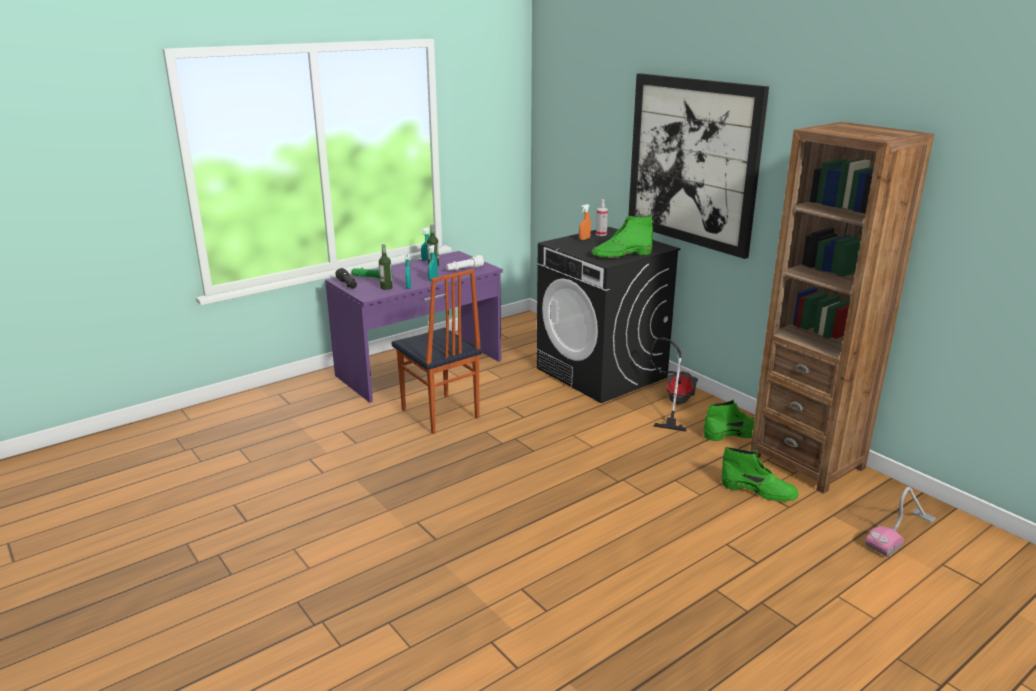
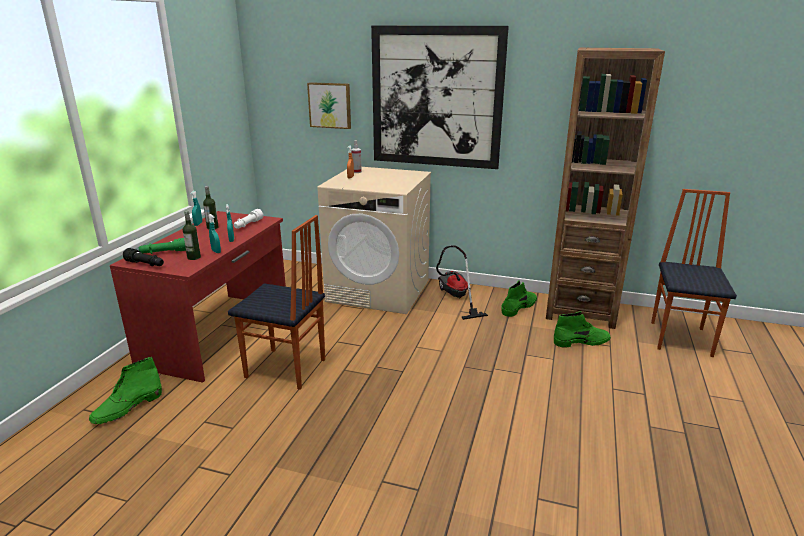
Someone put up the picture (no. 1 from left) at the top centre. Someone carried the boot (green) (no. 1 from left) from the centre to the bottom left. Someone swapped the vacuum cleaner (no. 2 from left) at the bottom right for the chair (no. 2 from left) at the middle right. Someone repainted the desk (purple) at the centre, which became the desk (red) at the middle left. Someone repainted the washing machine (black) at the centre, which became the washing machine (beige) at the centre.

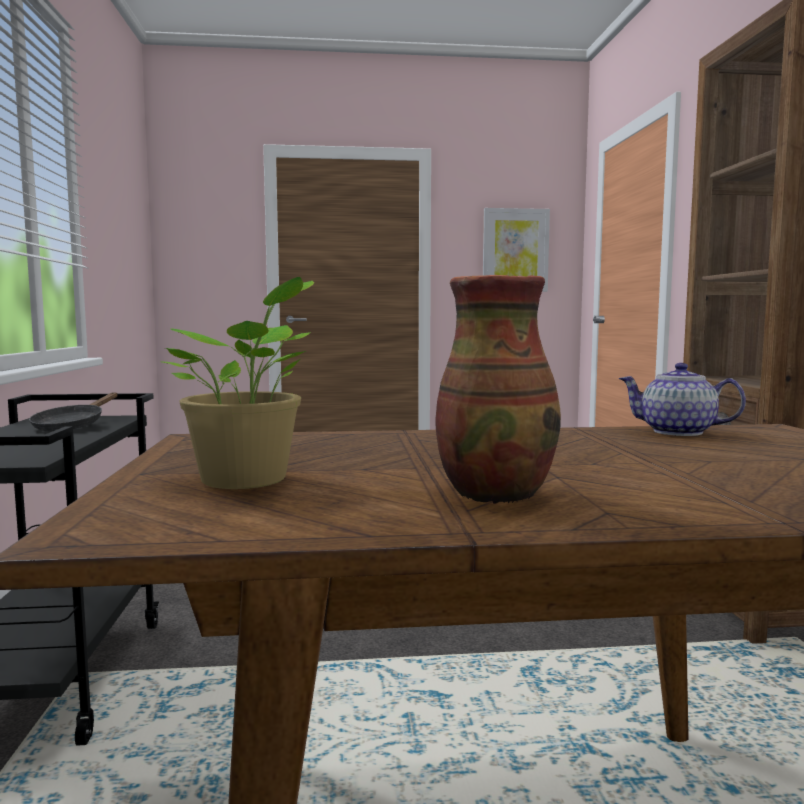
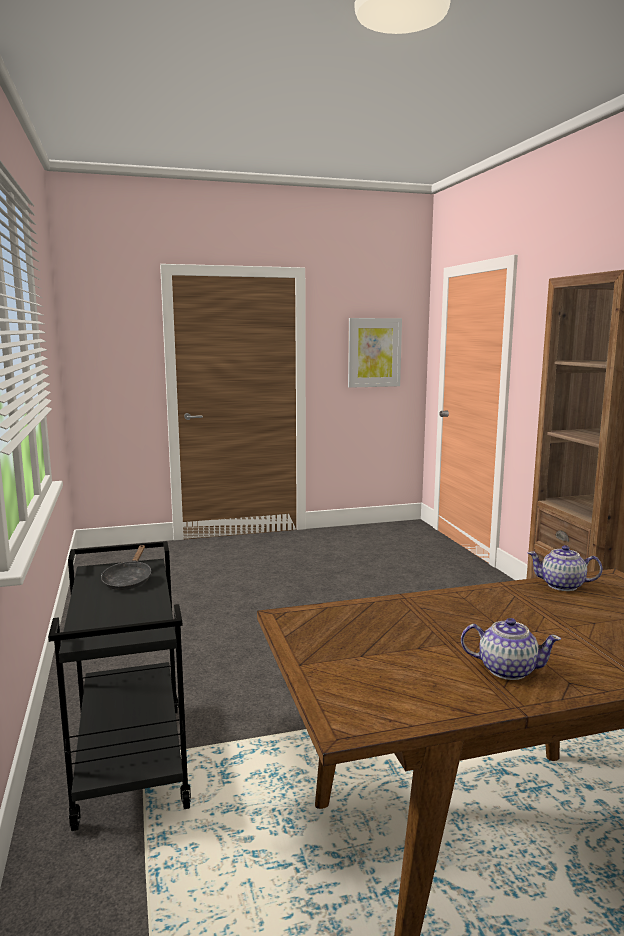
Someone took away the potted plant at the middle left. Someone swapped the vase at the centre for the teapot (no. 1 from left) at the bottom right.

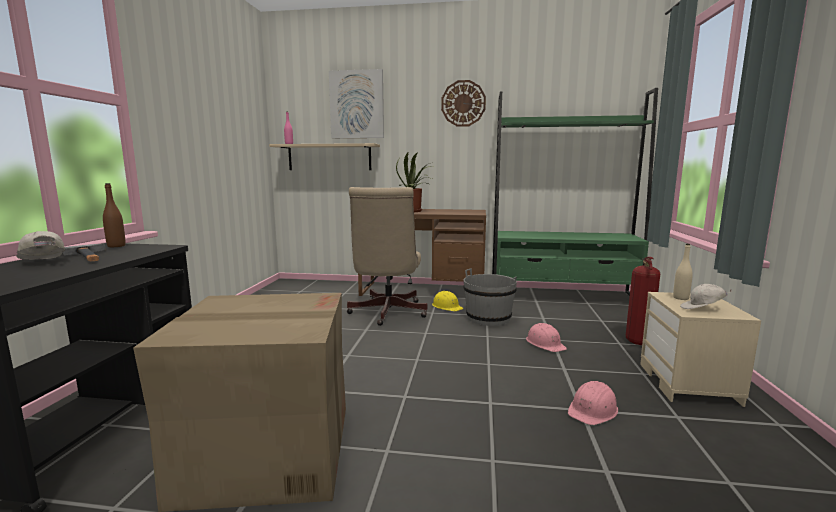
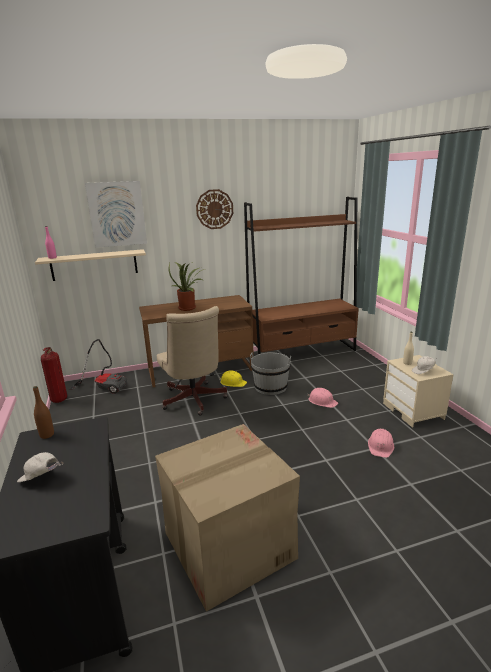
Someone took away the hammer at the middle left. Someone put down the vacuum cleaner at the middle left. Someone carried the fire extinguisher from the middle right to the middle left. Someone repainted the bookcase (green) at the middle right, which became the bookcase (brown) at the centre.

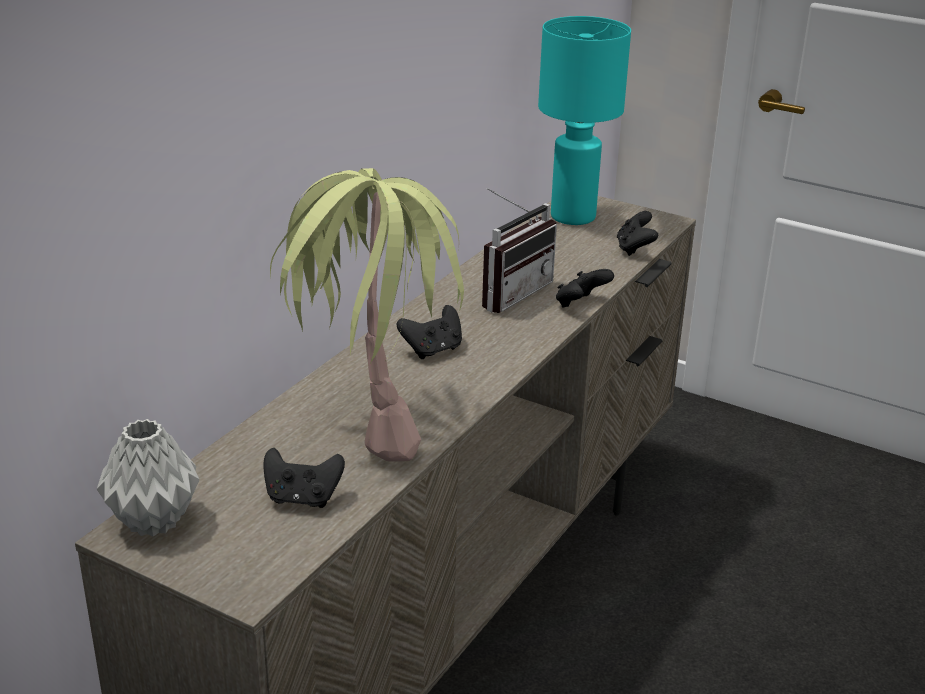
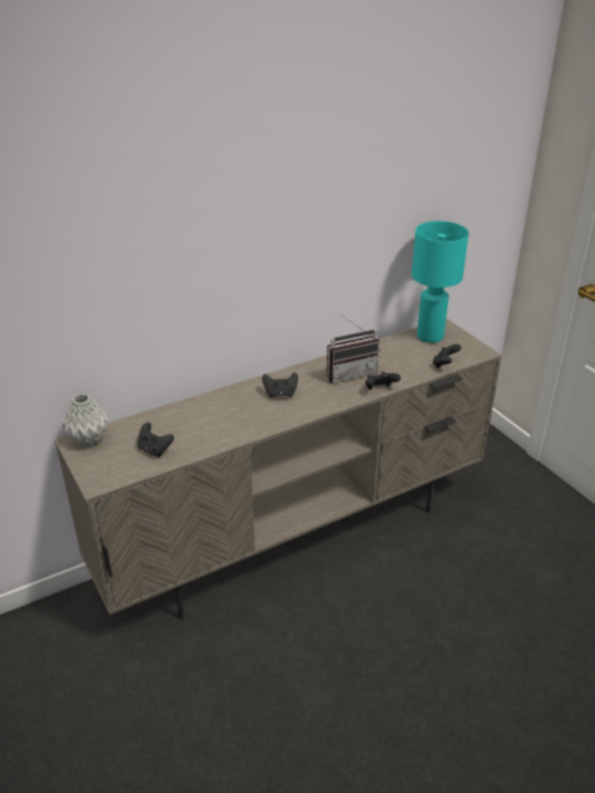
Someone took away the potted plant at the centre.

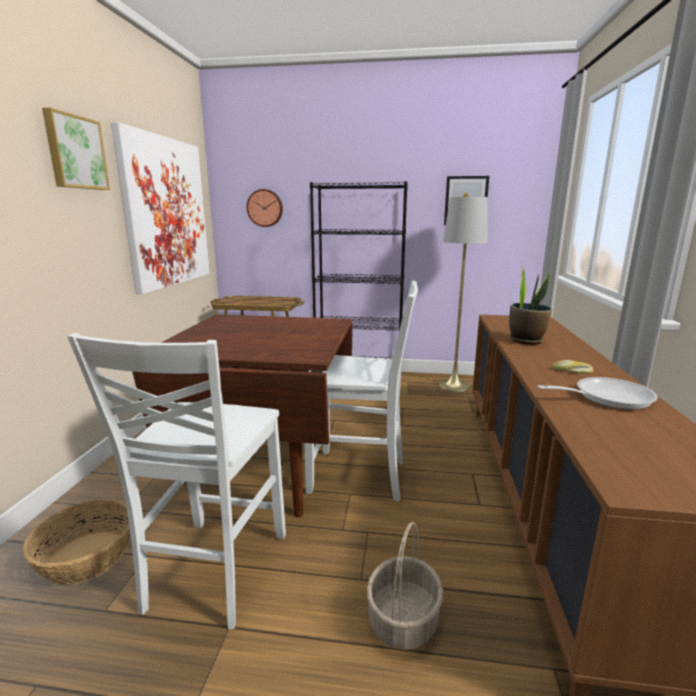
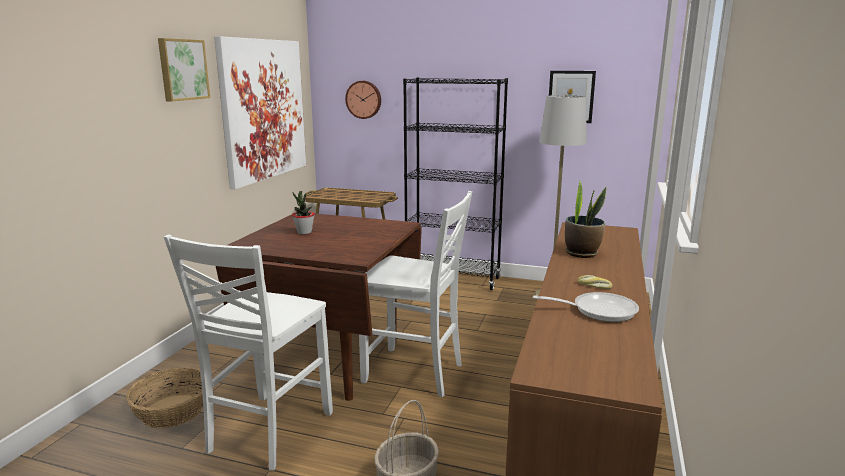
Someone put down the potted plant (no. 1 from left) at the centre.

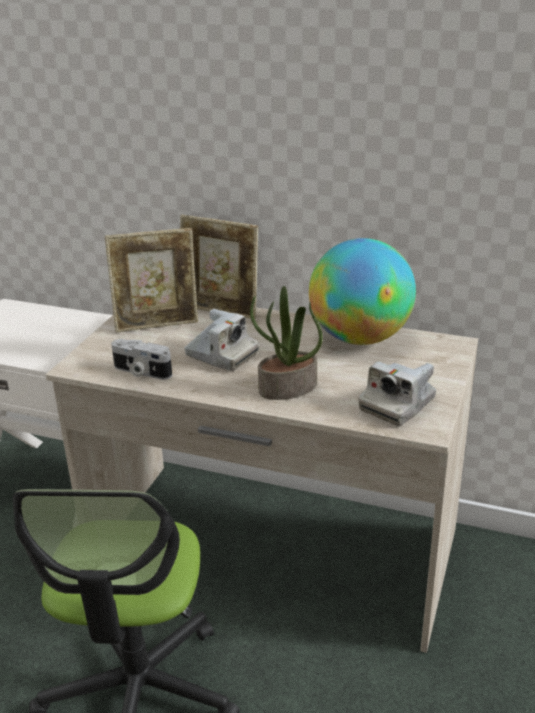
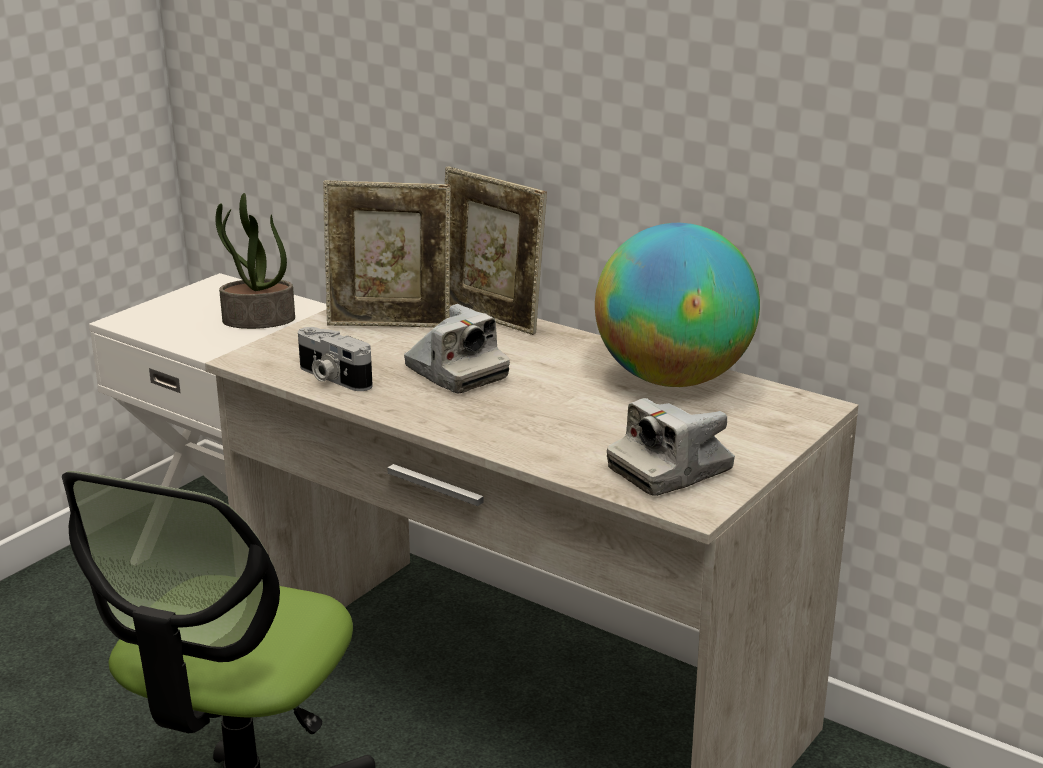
Someone carried the potted plant from the centre to the middle left.

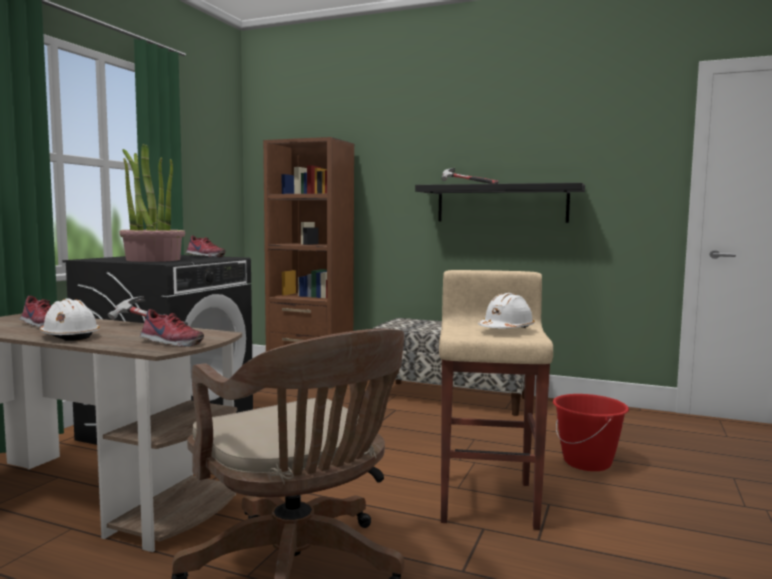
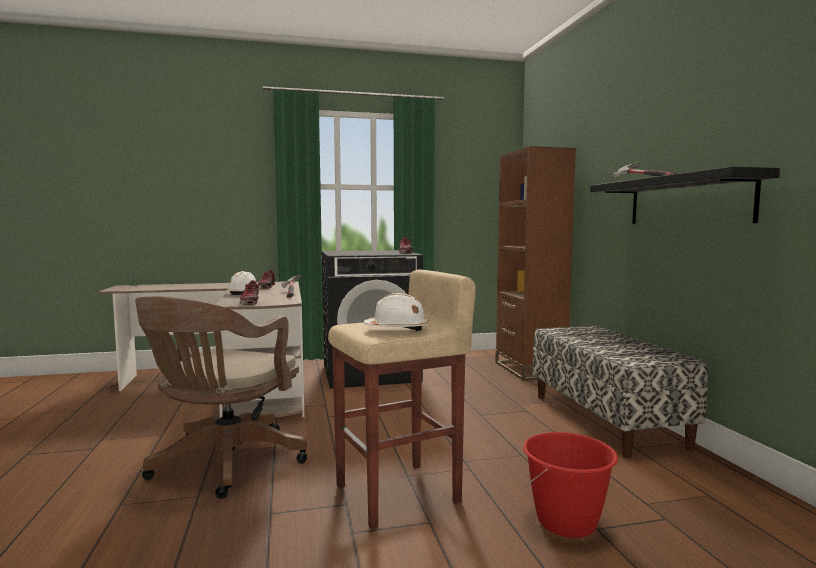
Someone took away the potted plant at the middle left.

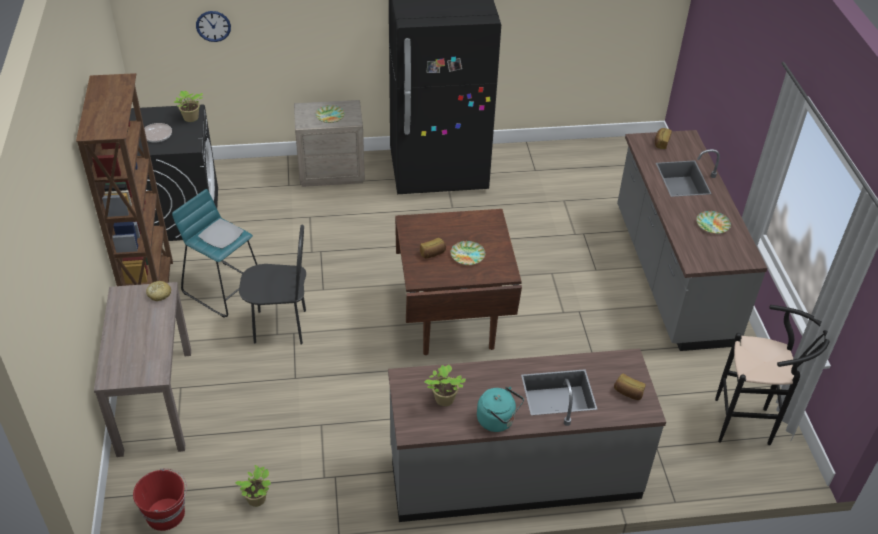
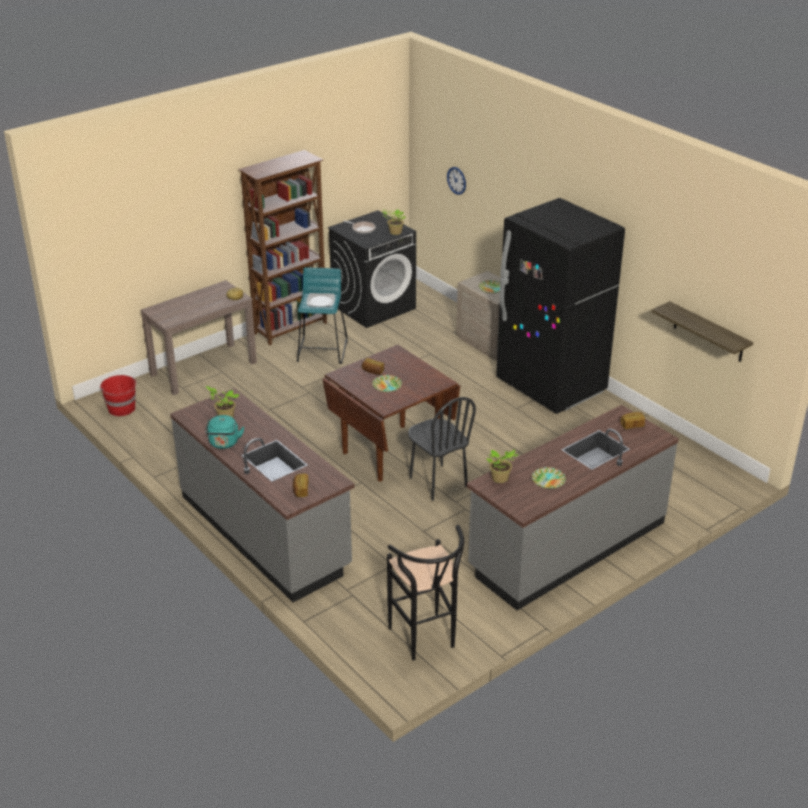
Someone put up the shelf at the middle right. Someone carried the potted plant (no. 2 from left in the first image) from the bottom left to the centre. Someone carried the chair (black) from the middle left to the centre.

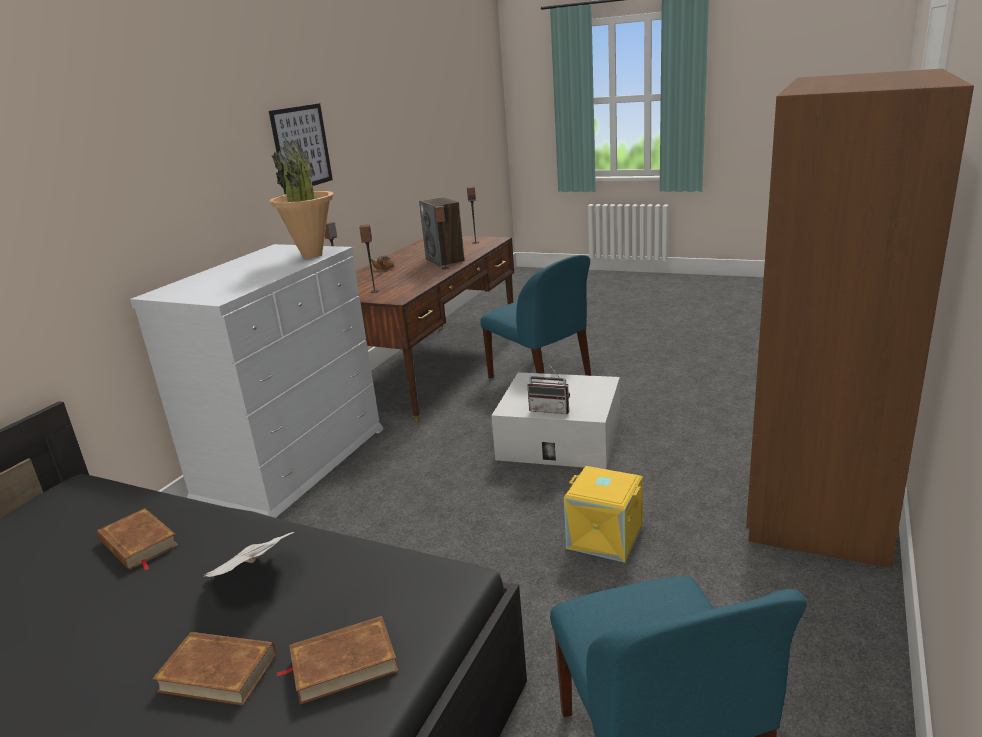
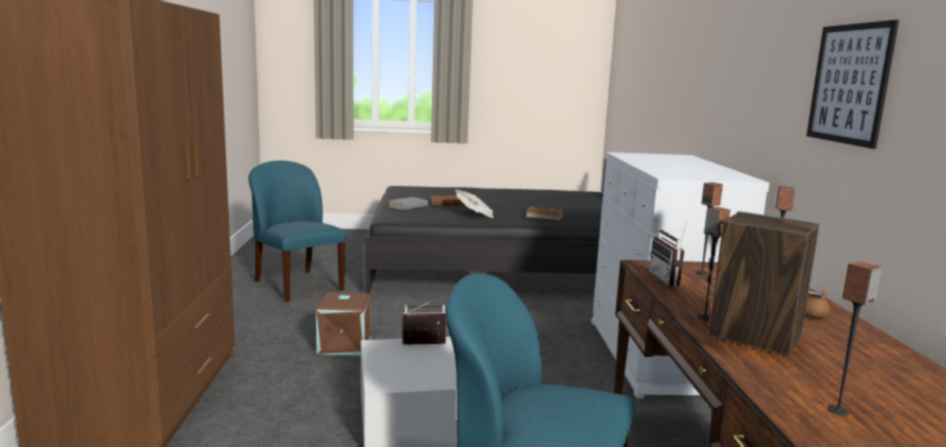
Someone took away the potted plant at the top left. Someone put down the radio (no. 2 from left) at the middle right. Someone repainted the book (brown) (no. 3 from left) at the bottom centre, which became the book (grey) at the centre. Someone repainted the storage box (yellow) at the bottom centre, which became the storage box (brown) at the bottom centre.

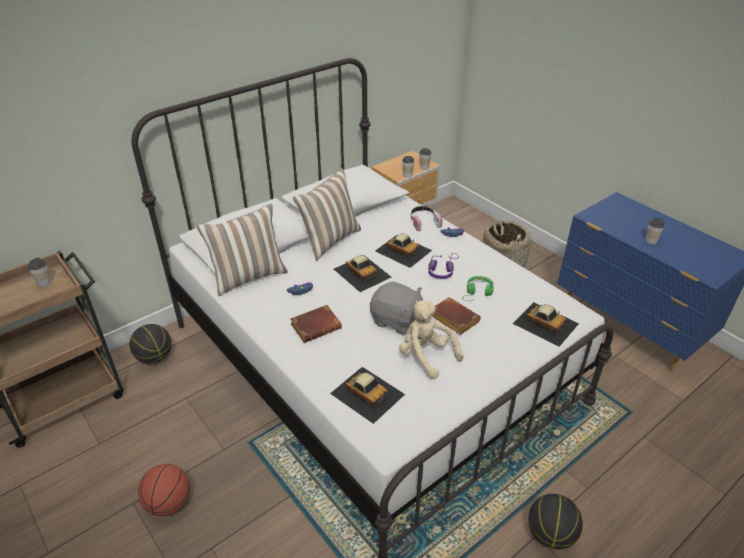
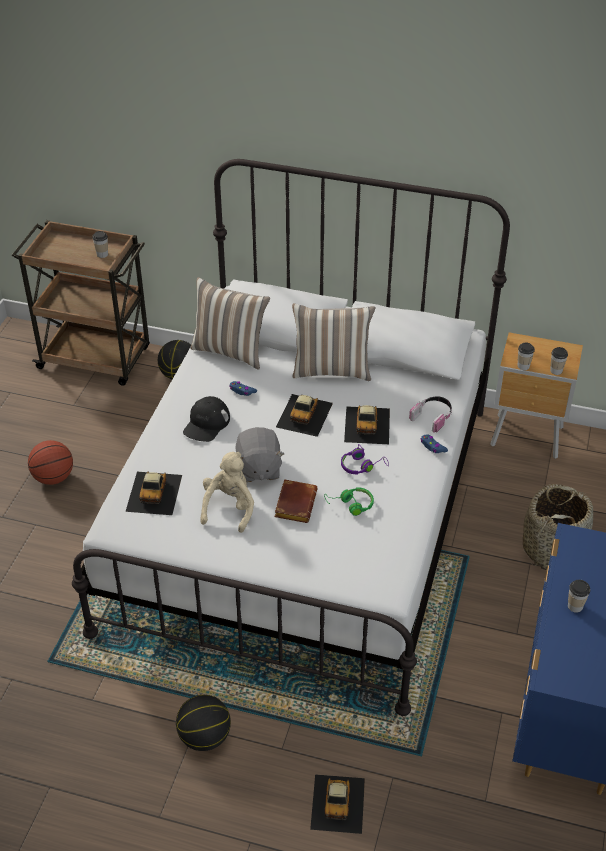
Someone carried the toy car (no. 4 from left in the first image) from the middle right to the bottom centre. Someone swapped the book (brown) (no. 1 from left) at the centre for the cap (black) at the centre.

